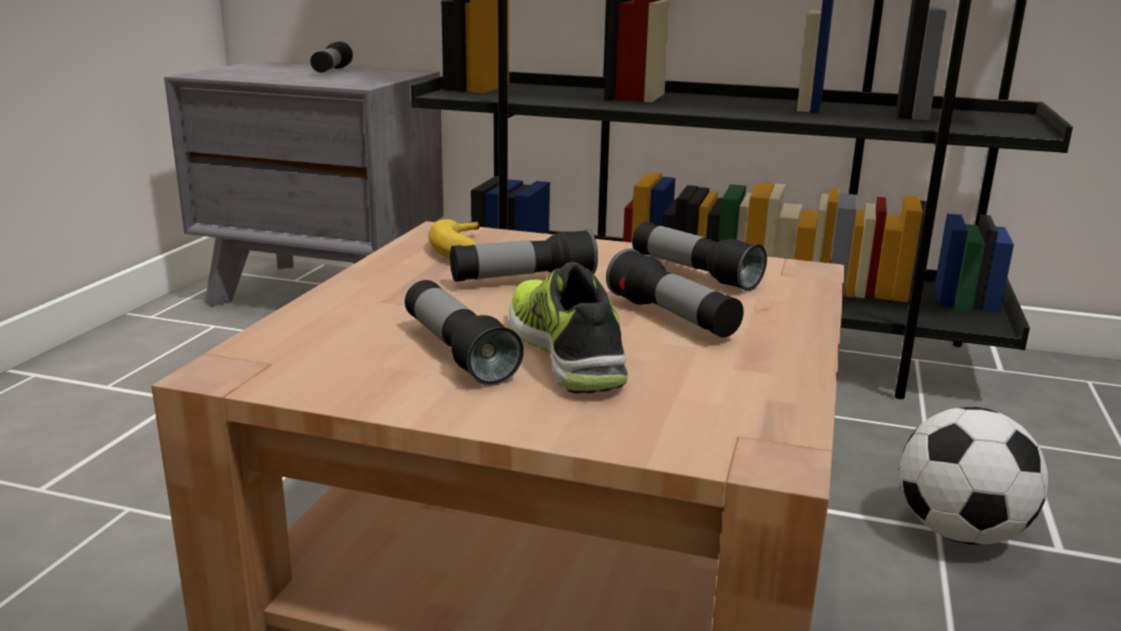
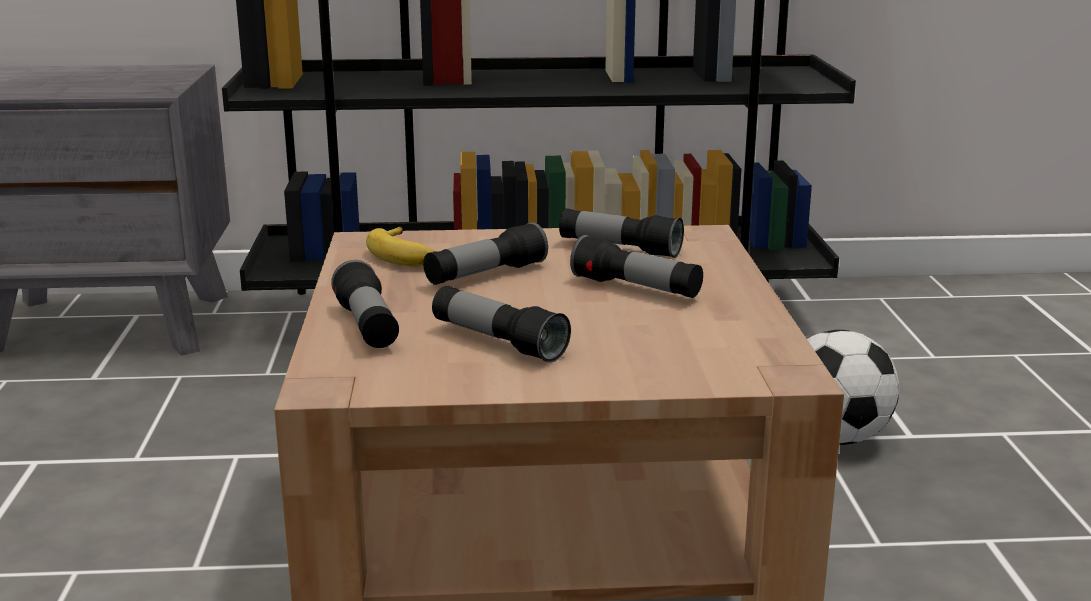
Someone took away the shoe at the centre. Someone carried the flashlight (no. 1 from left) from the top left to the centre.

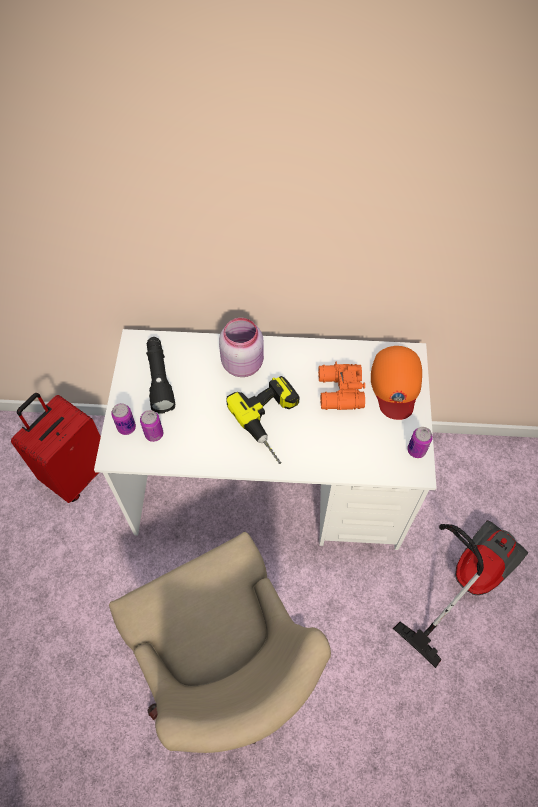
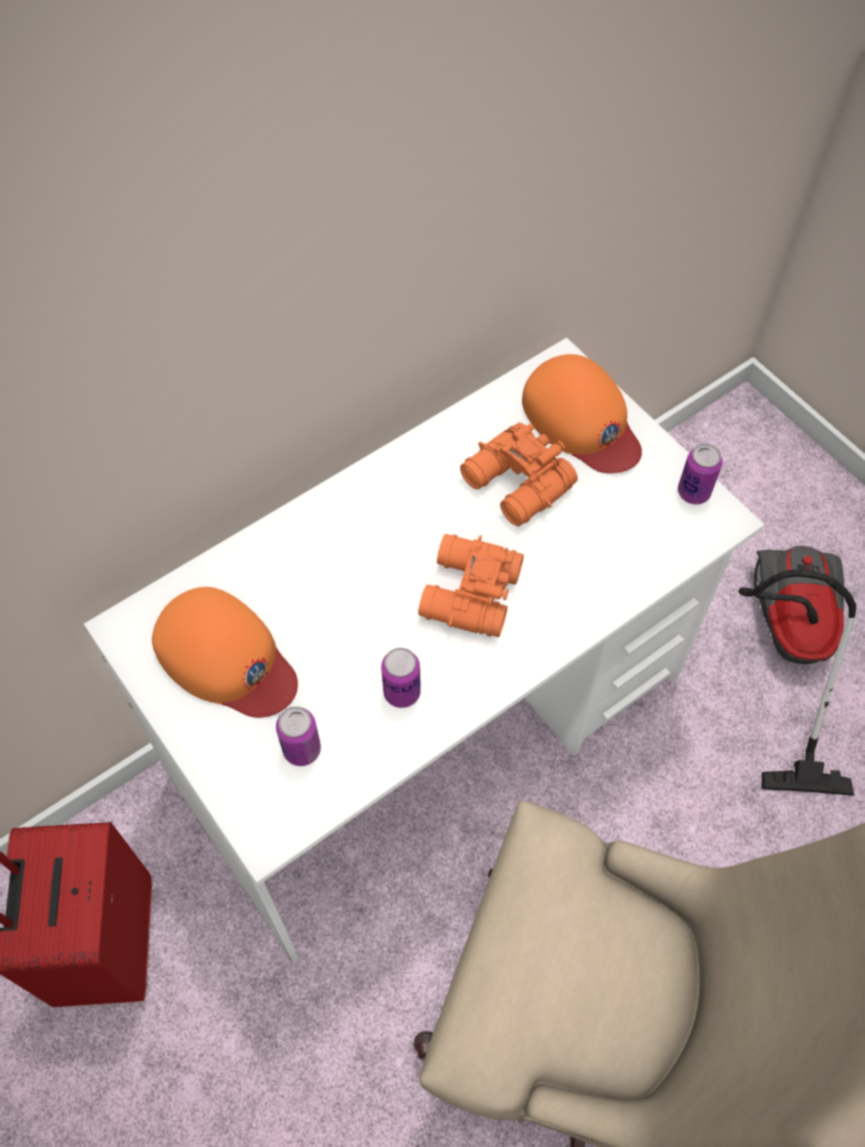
Someone took away the jar (pink) at the centre. Someone carried the can (no. 1 from left in the first image) from the middle left to the centre. Someone swapped the flashlight (black) at the middle left for the cap (orange) (no. 1 from left) at the middle left. Someone swapped the power drill at the centre for the binoculars (orange) (no. 1 from left) at the centre.

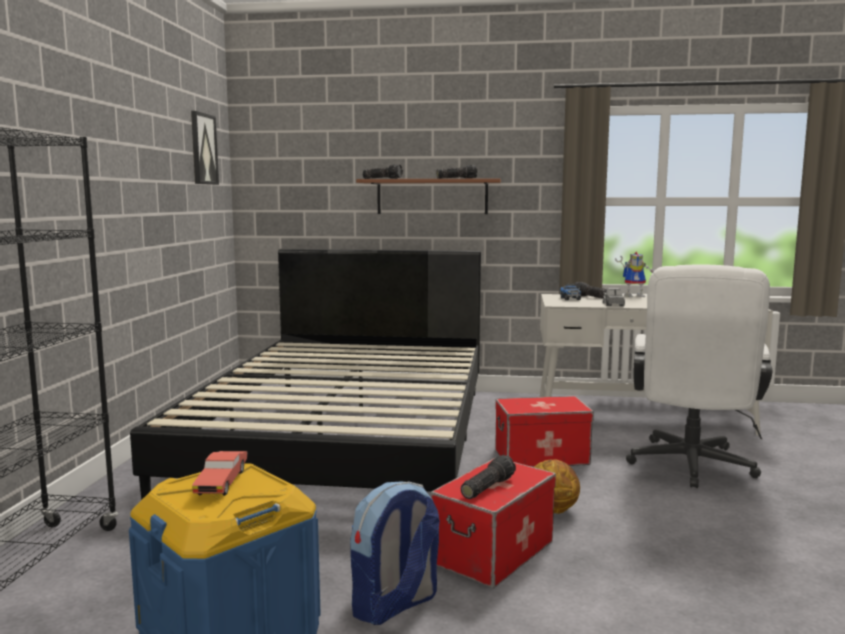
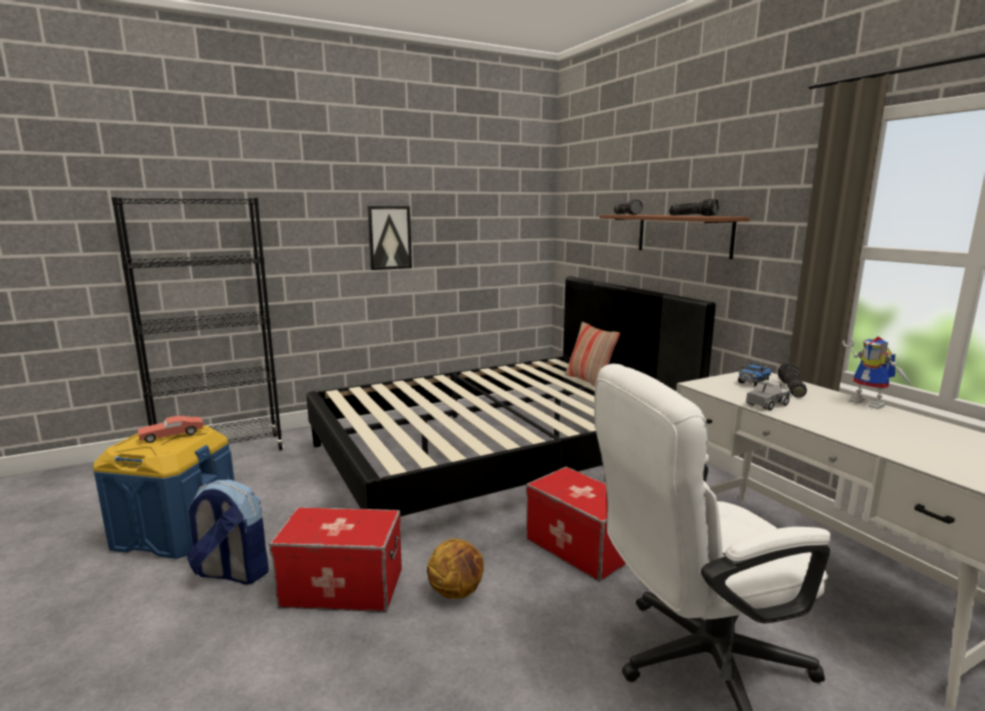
Someone took away the flashlight (no. 3 from left) at the bottom centre. Someone put down the pillow at the centre. Someone carried the picture from the top left to the centre.

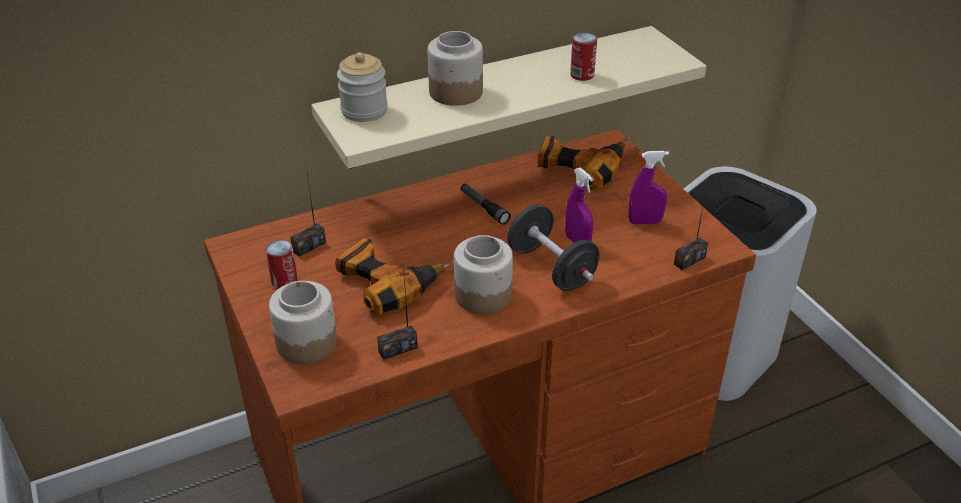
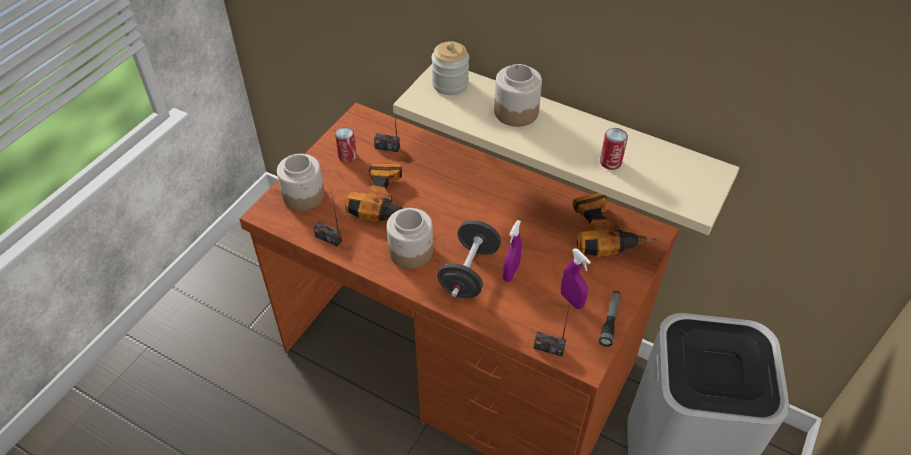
Someone carried the flashlight from the centre to the bottom right.

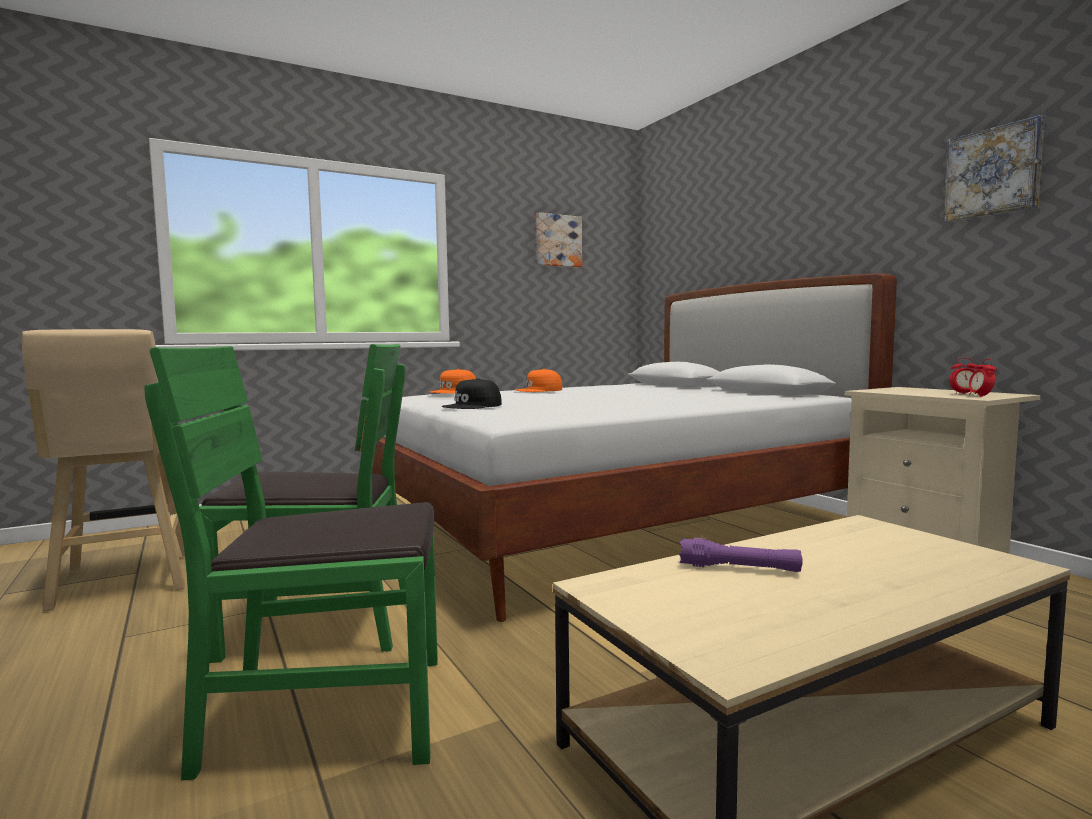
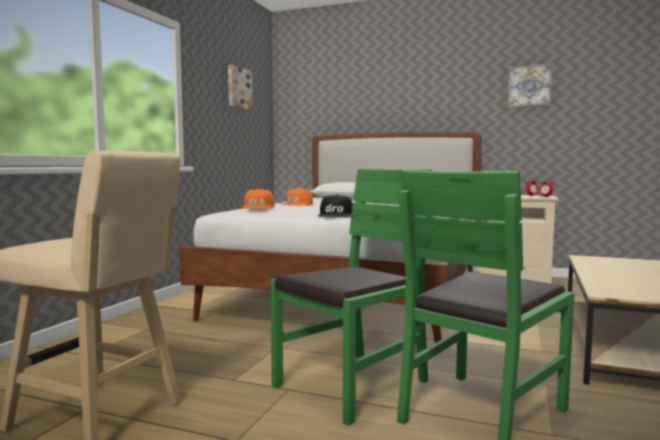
Someone took away the flashlight (purple) at the bottom right.

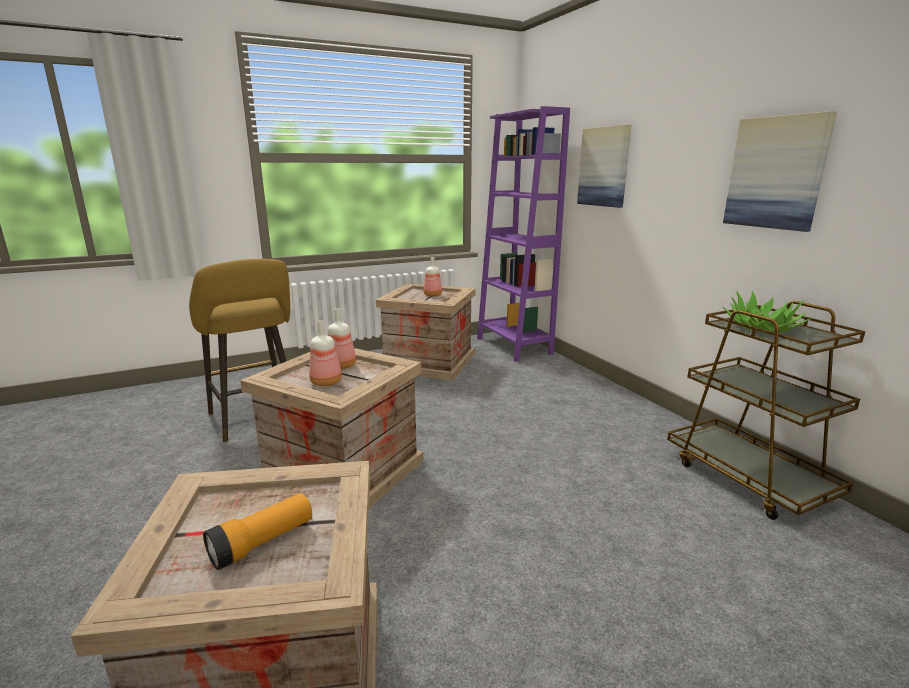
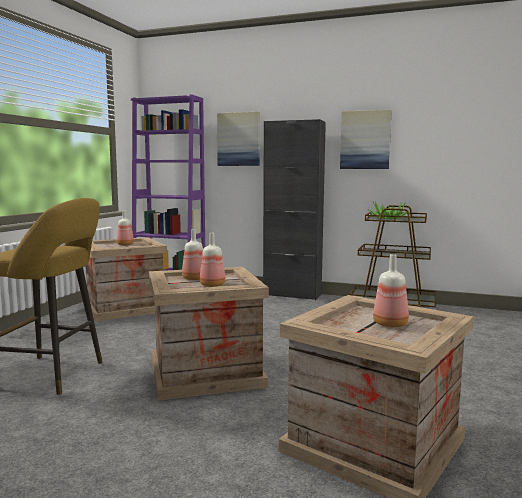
Someone put down the cabinet (black) at the centre. Someone swapped the flashlight at the bottom left for the bottle (no. 4 from left) at the middle right.

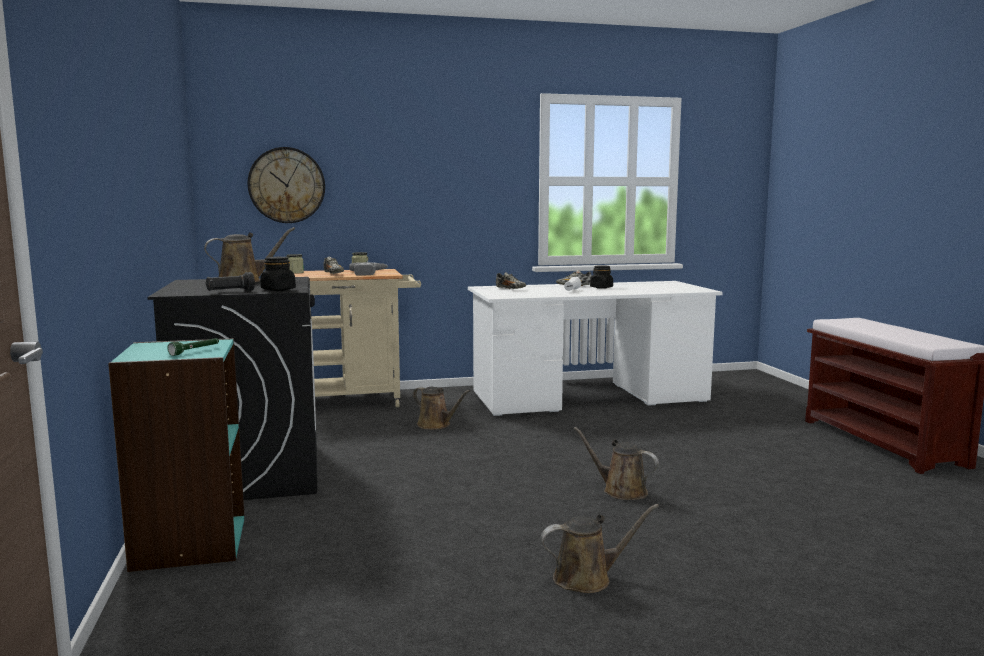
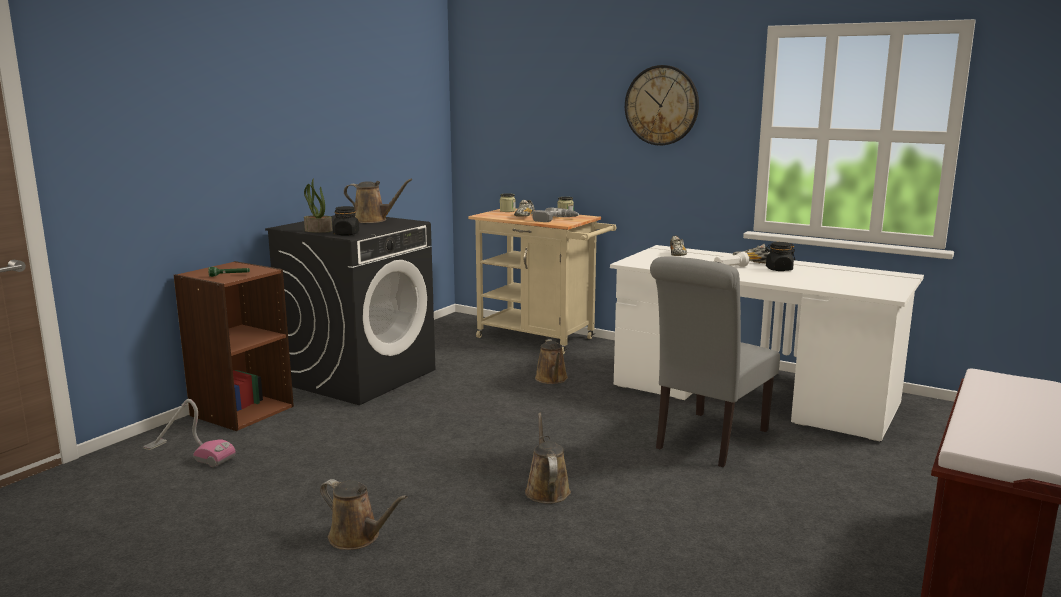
Someone put down the vacuum cleaner at the bottom left. Someone put down the chair (grey) at the middle right. Someone carried the wall clock from the top left to the top centre. Someone swapped the flashlight (black) at the middle left for the potted plant at the middle left. Someone repainted the bookcase (turquoise) at the bottom left, which became the bookcase (brown) at the middle left.

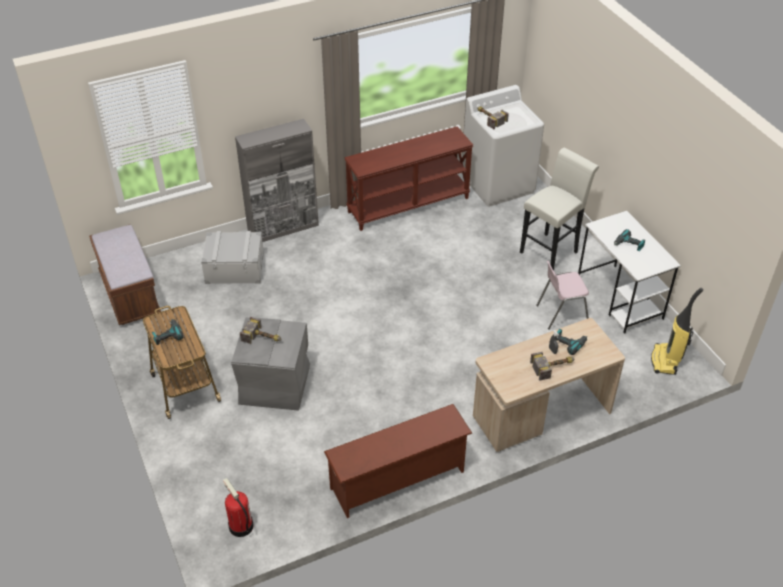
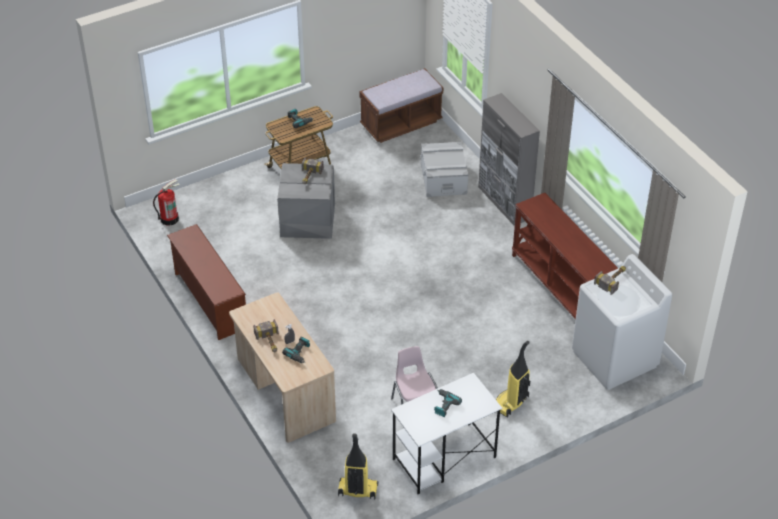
Someone swapped the stool (white) at the middle right for the vacuum cleaner (no. 2 from left) at the bottom centre.

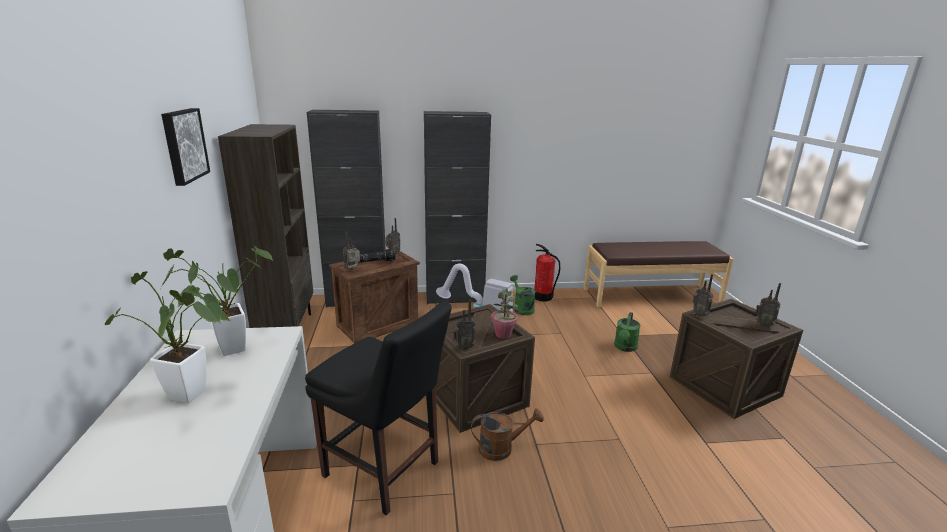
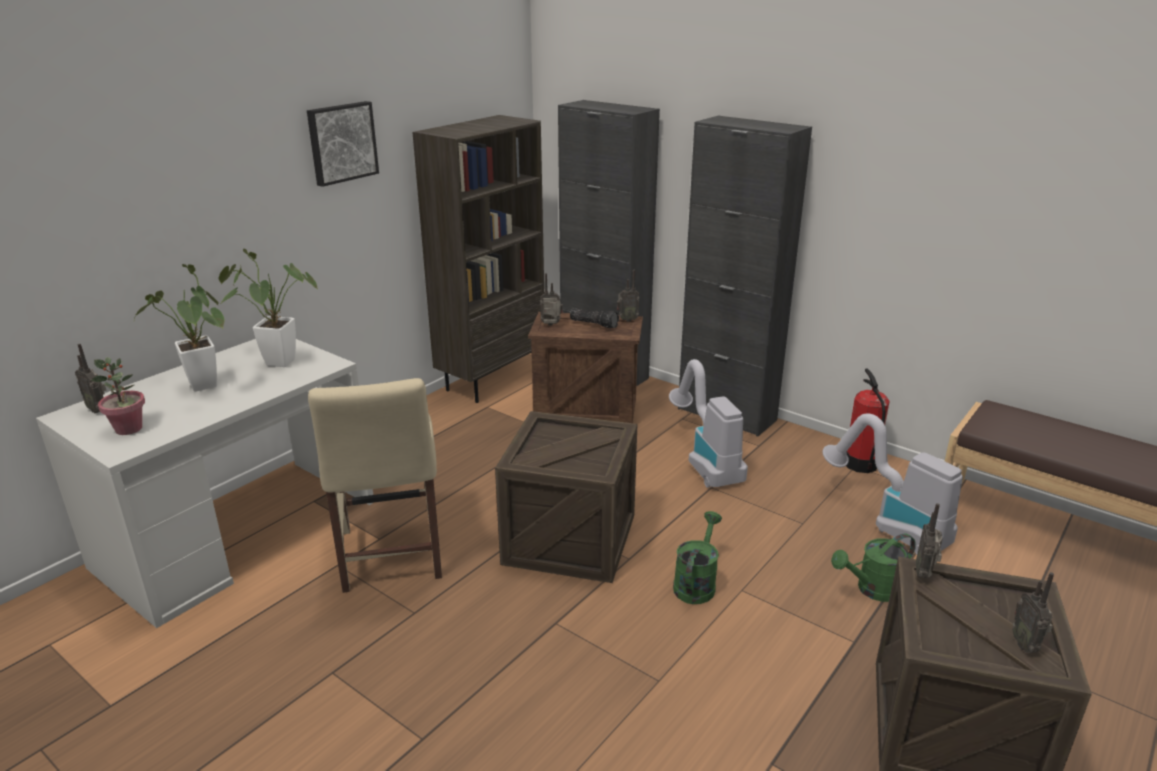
Someone took away the watering can (brown) at the bottom centre. Someone put down the vacuum cleaner (no. 2 from left) at the middle right. Someone carried the radio (no. 3 from left in the first image) from the centre to the middle left. Someone carried the potted plant (no. 3 from left in the first image) from the centre to the middle left. Someone carried the watering can (green) (no. 1 from left) from the centre to the bottom centre. Someone repainted the chair (black) at the bottom centre, which became the chair (beige) at the middle left.

